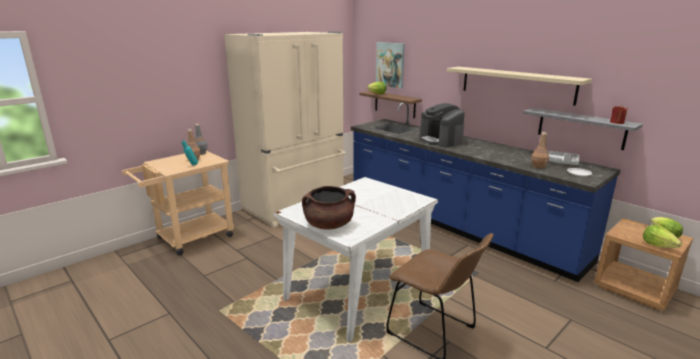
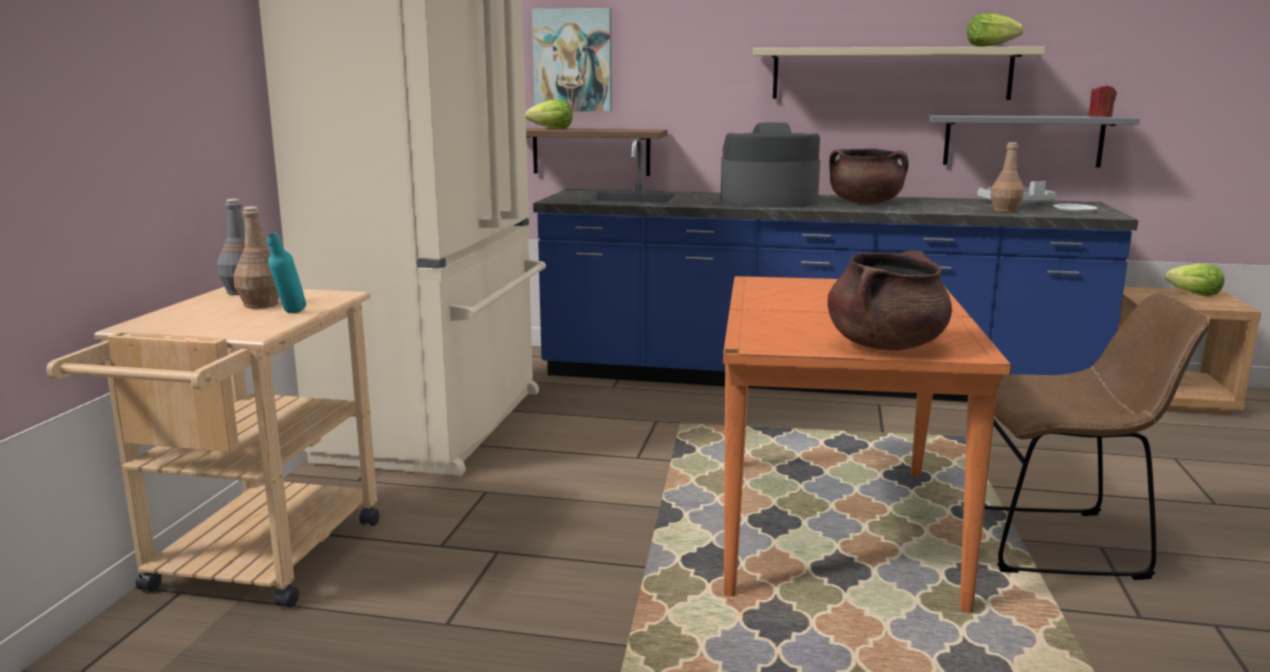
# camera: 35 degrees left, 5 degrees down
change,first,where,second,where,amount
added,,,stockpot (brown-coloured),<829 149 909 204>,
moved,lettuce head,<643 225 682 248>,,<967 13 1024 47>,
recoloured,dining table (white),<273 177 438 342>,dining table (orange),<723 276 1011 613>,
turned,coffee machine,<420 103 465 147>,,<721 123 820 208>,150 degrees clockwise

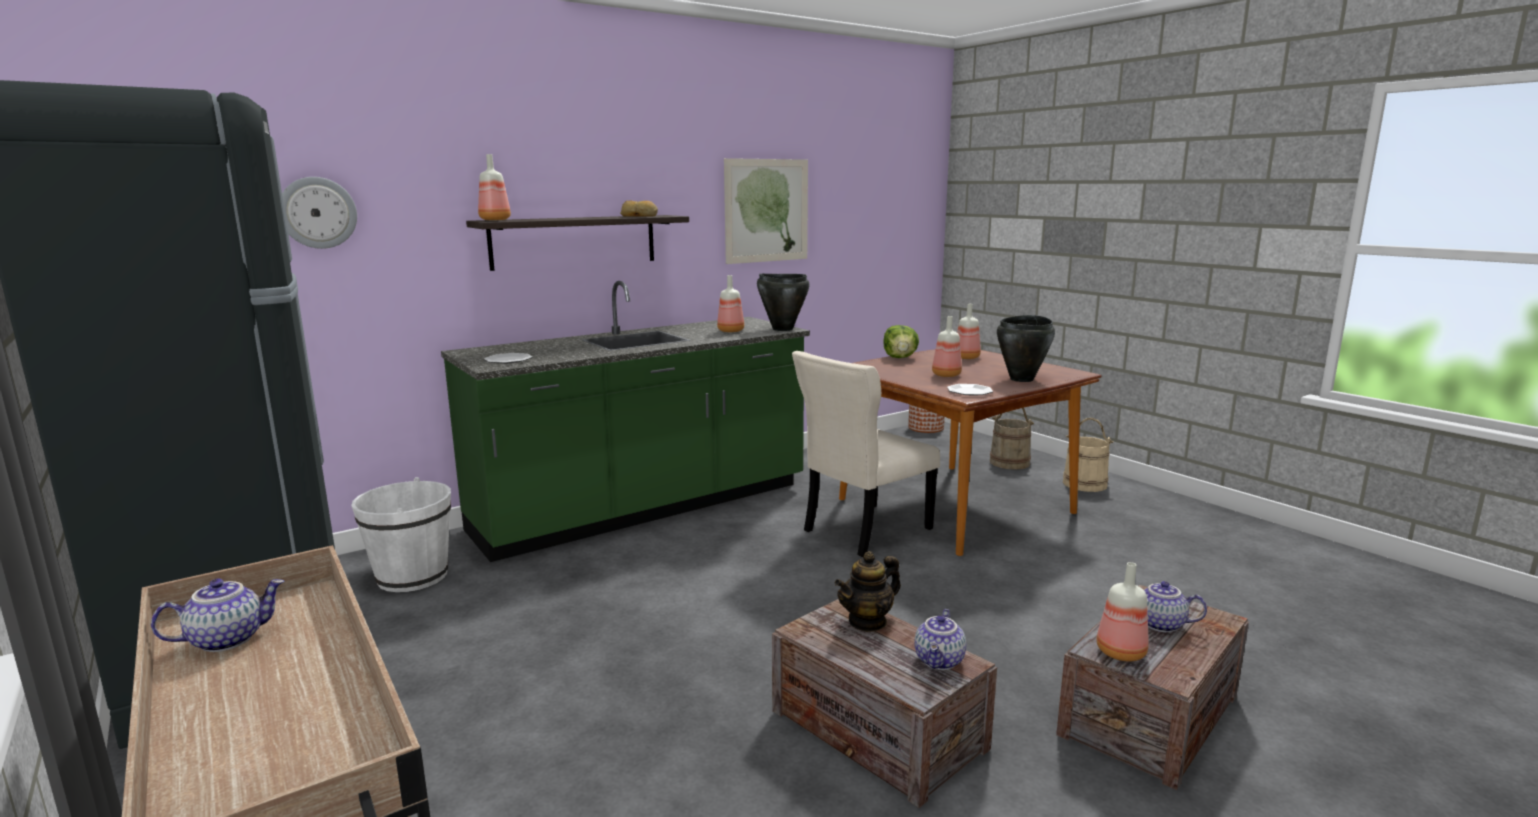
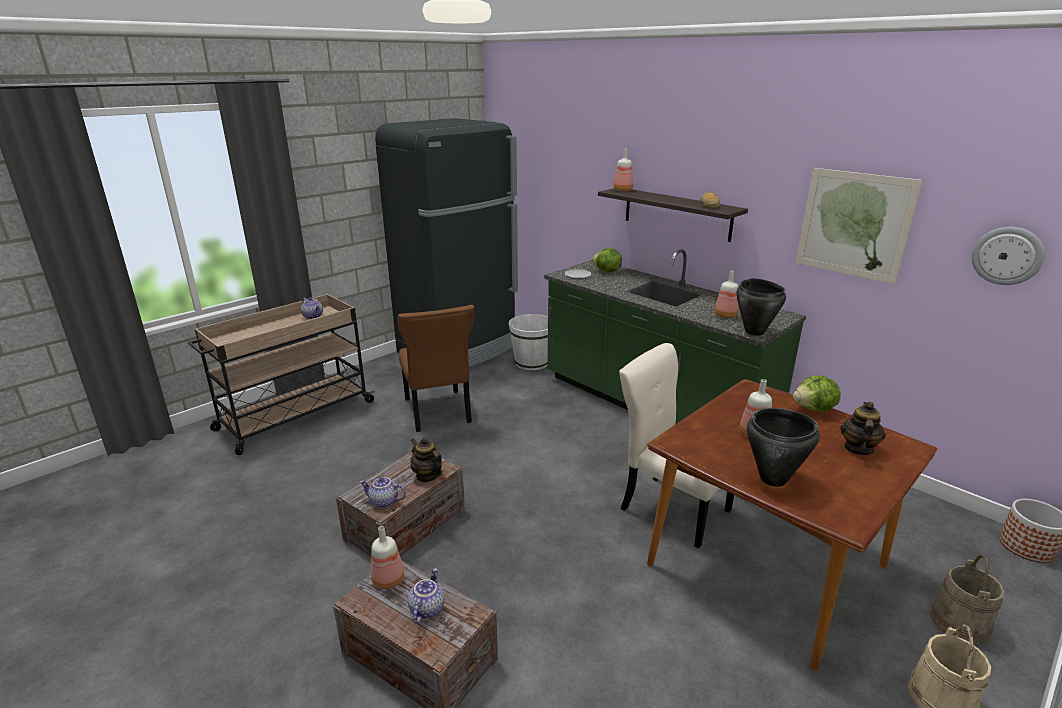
# camera: 80 degrees right, 10 degrees up
change,first,where,second,where,amount
removed,dinner plate,<947 384 993 395>,,,
added,,,chair (brown-coloured),<398 305 474 432>,
added,,,lettuce head,<592 248 622 273>,
moved,clock on the wall,<282 177 357 249>,,<972 227 1045 285>,
replaced,beverage bottle,<957 304 981 359>,pot for tea,<840 402 886 455>,

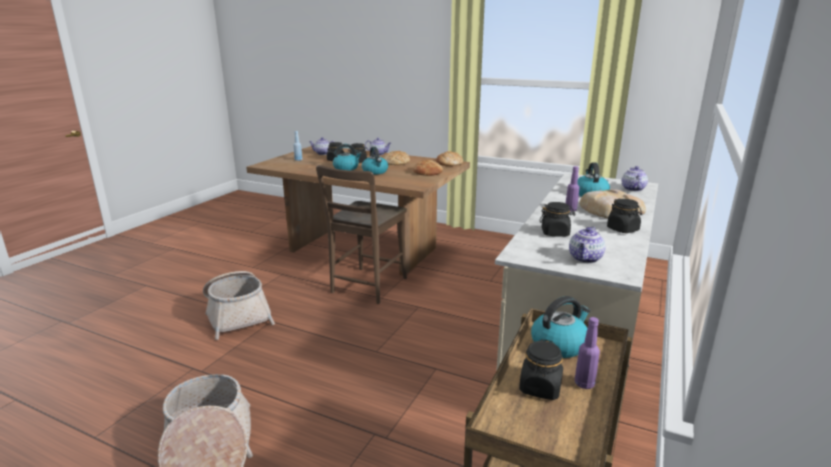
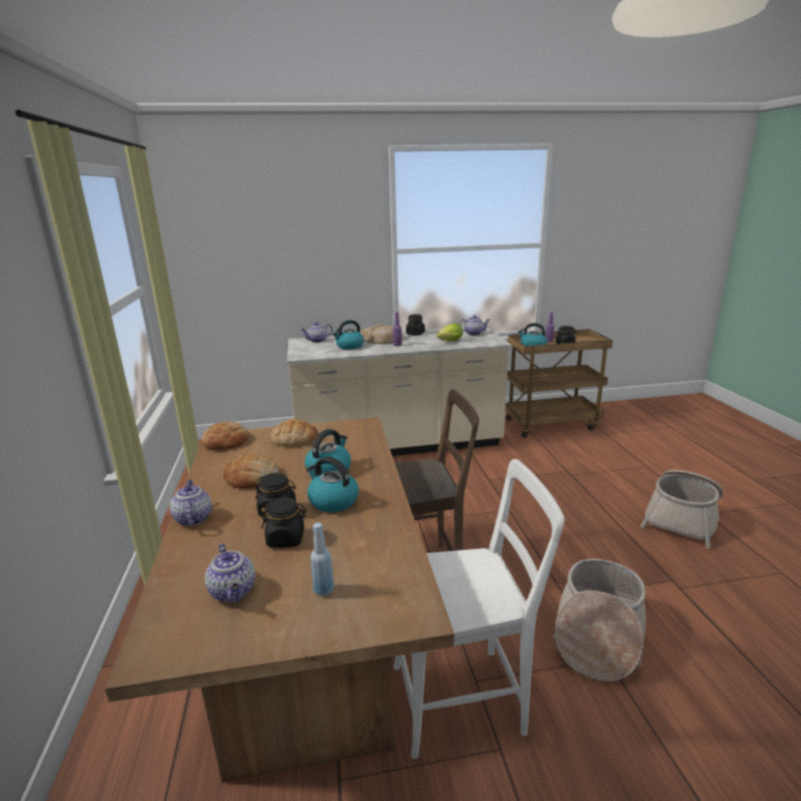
# camera: 125 degrees left, 0 degrees up
change,first,where,second,where,amount
added,,,chair (white),<394 459 565 759>,
replaced,jar (black-coloured),<539 202 575 237>,lettuce head,<437 323 463 341>,

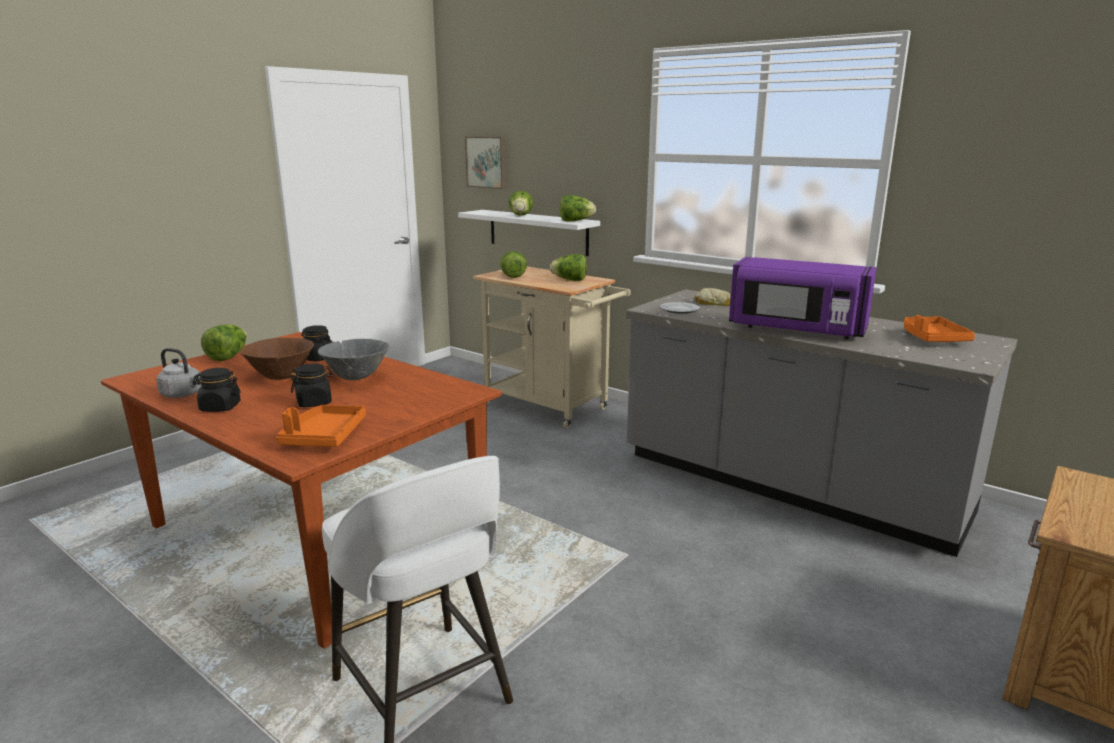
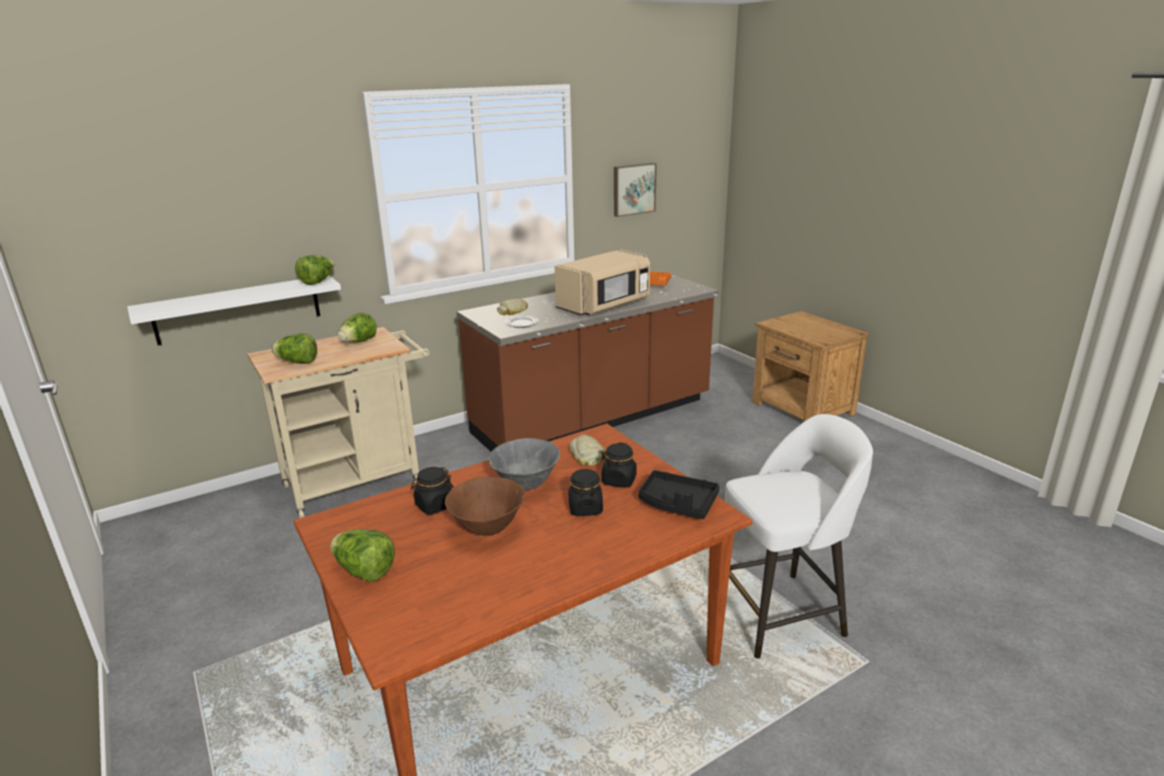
# camera: 70 degrees left, 5 degrees up
change,first,where,second,where,amount
removed,tea kettle (greyish),<157 348 201 398>,,,
removed,lettuce head,<509 191 533 216>,,,
added,,,bakery bread,<569 434 606 466>,
moved,jar (black-coloured),<193 368 241 412>,,<602 442 637 488>,
moved,picture,<465 137 506 189>,,<614 163 657 217>,
recoloured,carrying tray (orange),<277 405 366 447>,carrying tray (black-coloured),<638 470 720 519>,
recoloured,kitchen base unit (greyish),<626 289 1017 557>,kitchen base unit (brown-coloured),<457 271 719 452>,
recoloured,microwave (purplish),<729 257 876 339>,microwave (beige-coloured),<555 249 650 315>,

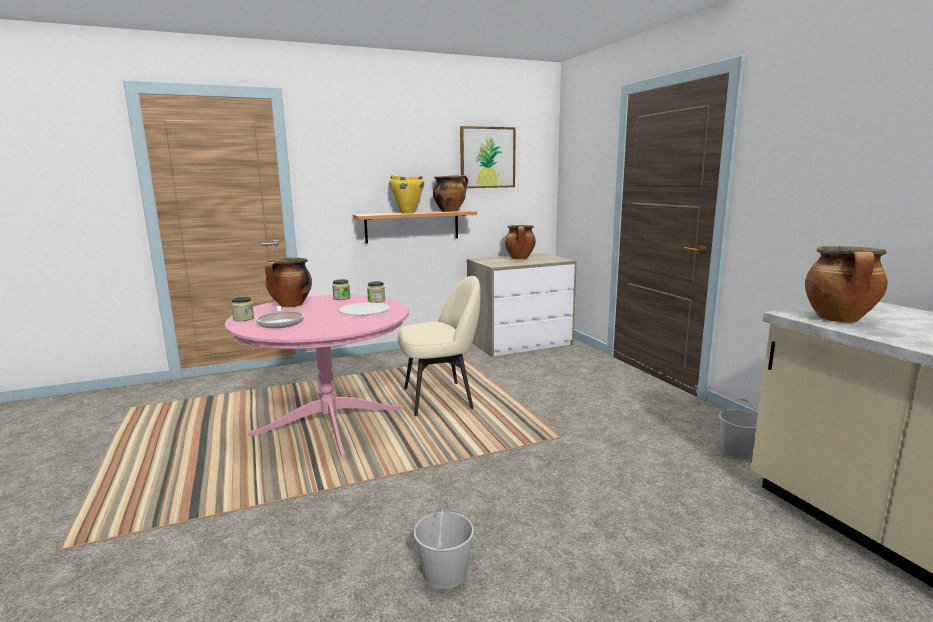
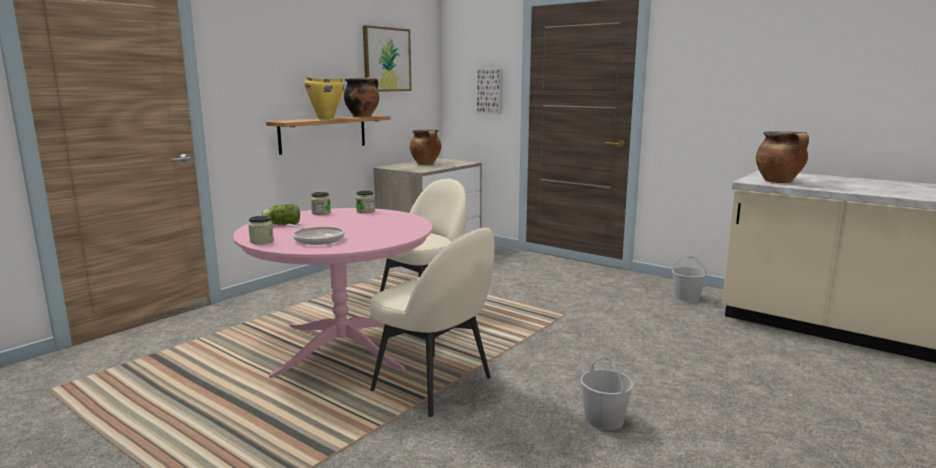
# camera: 30 degrees left, 0 degrees up
change,first,where,second,where,amount
removed,dinner plate (white),<339 302 390 316>,,,
added,,,chair (beige-coloured),<370 227 494 417>,
added,,,picture,<477 69 503 114>,
replaced,stockpot,<265 258 312 307>,lettuce head,<261 204 300 225>,

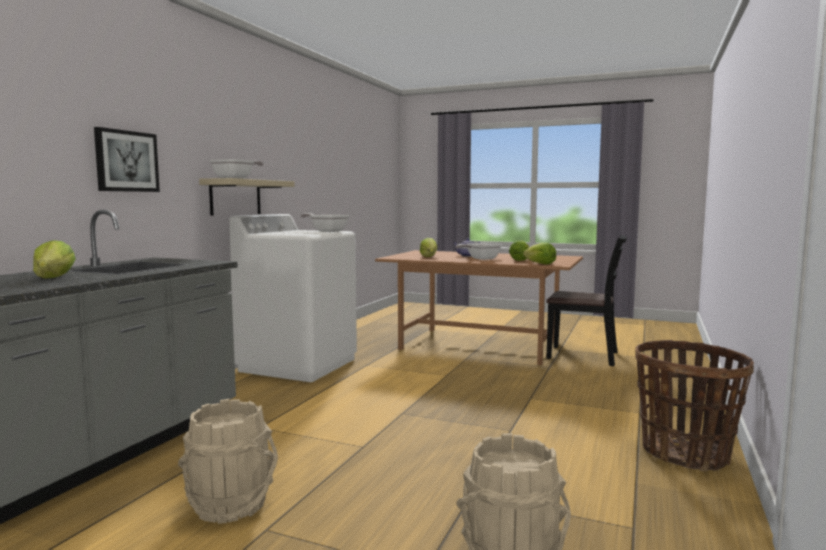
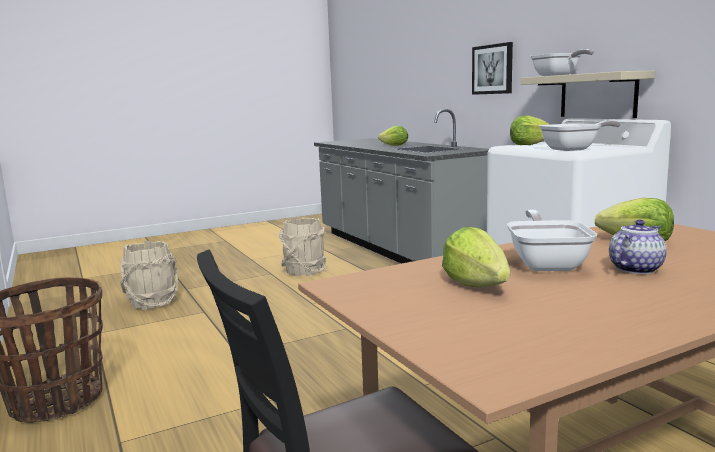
# camera: 130 degrees right, 5 degrees up
change,first,where,second,where,amount
moved,lettuce head,<523 243 556 265>,,<510 116 550 145>,

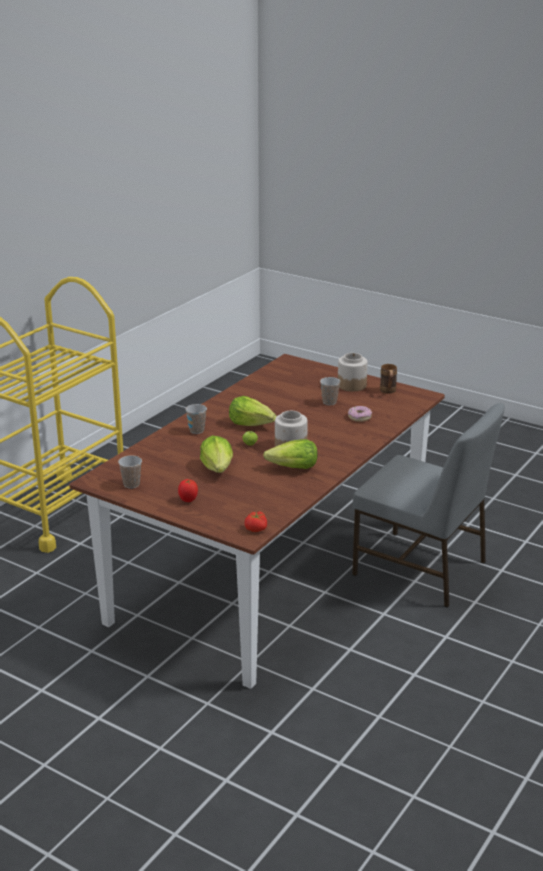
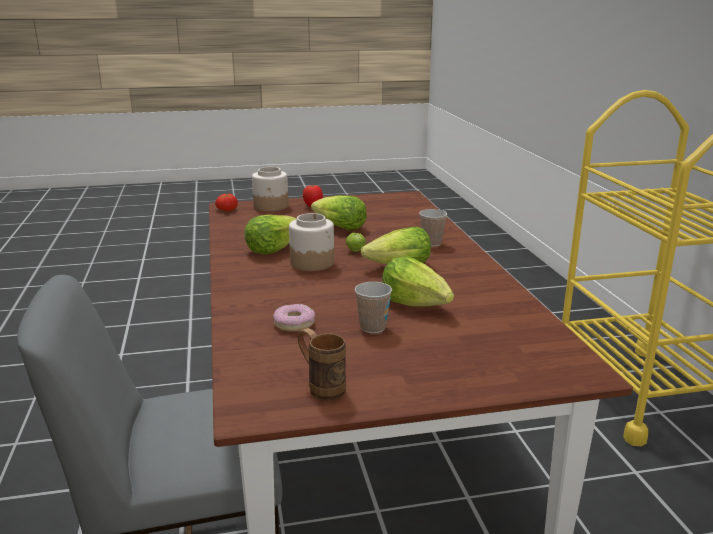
# camera: 135 degrees right, 5 degrees down
change,first,where,second,where,amount
removed,small cup,<118 455 142 488>,,,
added,,,lettuce head,<382 257 454 307>,
moved,jar,<338 353 368 391>,,<252 167 288 211>,

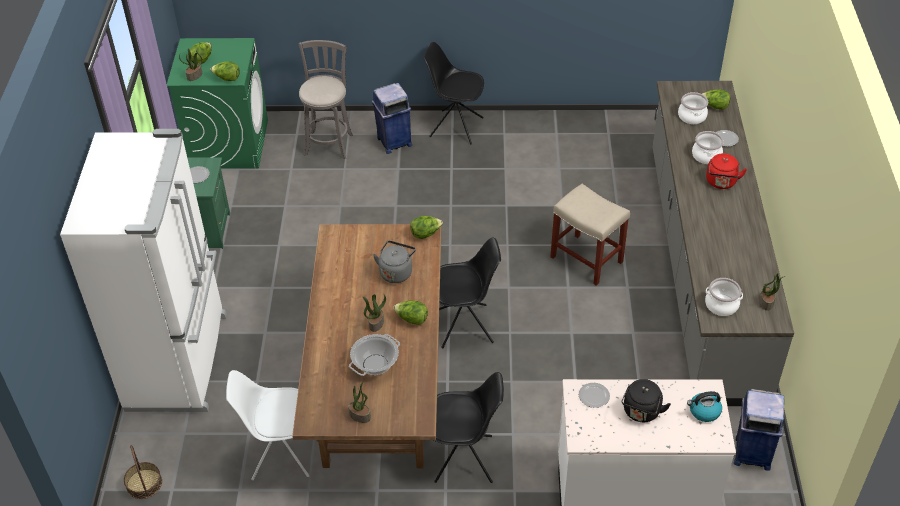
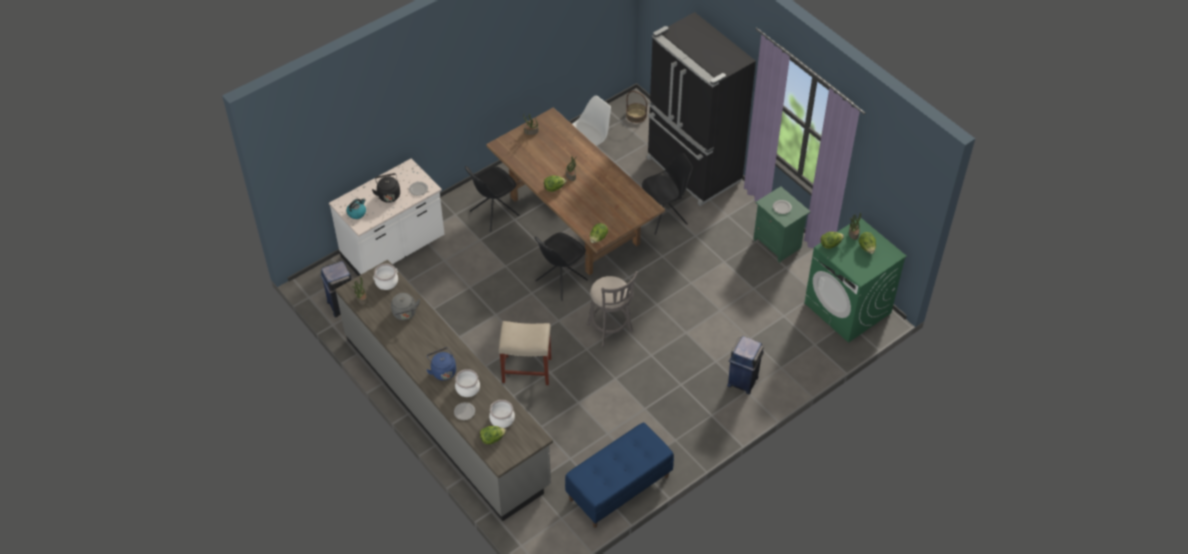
# camera: 140 degrees right, 5 degrees up
change,first,where,second,where,amount
removed,stockpot,<349 334 400 376>,,,
added,,,indoor bench (blue),<565 422 674 528>,
moved,stool seat (greyish),<299 40 353 159>,,<586 271 638 347>,
moved,tea kettle (greyish),<373 241 416 283>,,<391 293 420 320>,
moved,chair (black-coloured),<423 42 484 145>,,<642 153 693 235>,
recoloured,fridge (white),<60 129 227 412>,fridge (black-coloured),<647 12 756 206>,
recoloured,tea kettle (reddish),<706 154 747 189>,tea kettle (blue),<427 347 456 380>,

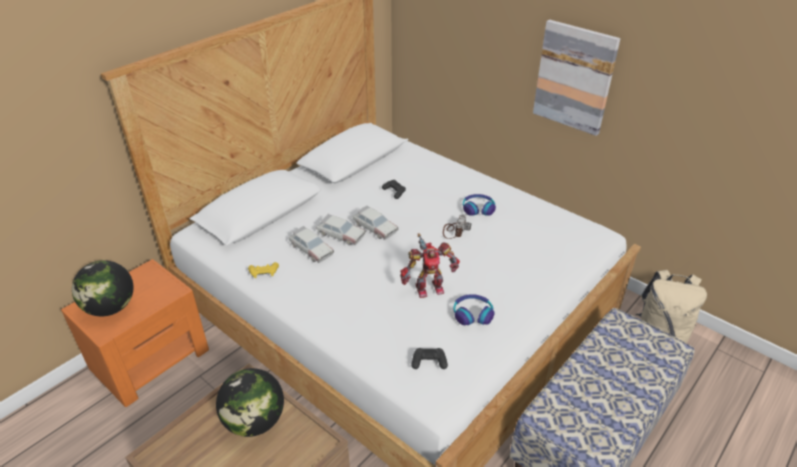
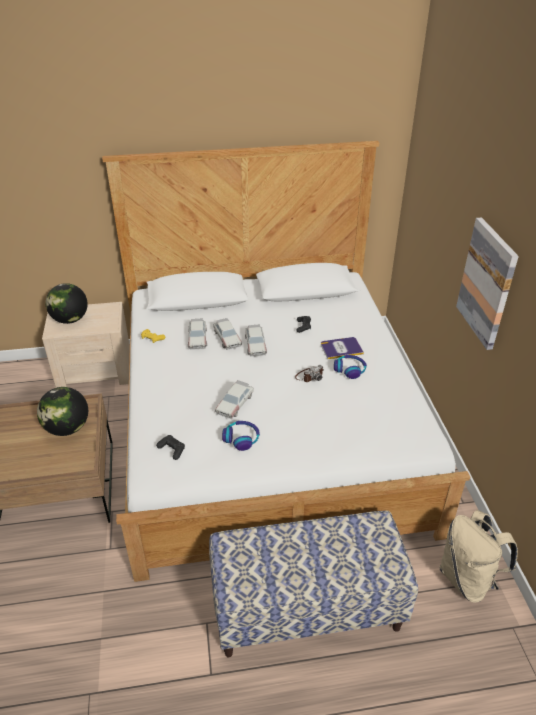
# camera: 40 degrees right, 0 degrees up
change,first,where,second,where,amount
added,,,bound book,<321 337 364 359>,
replaced,robot figure,<400 233 460 298>,toy car,<215 380 254 419>,
recoloured,nightstand (orange),<61 259 209 407>,nightstand (beige-coloured),<42 302 130 388>,

